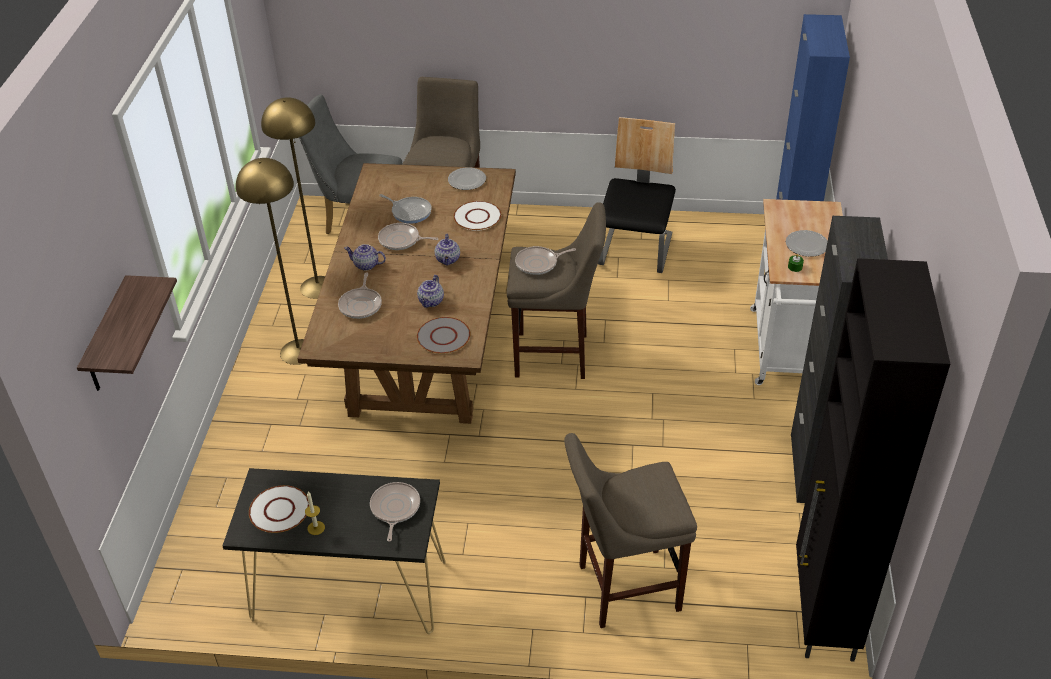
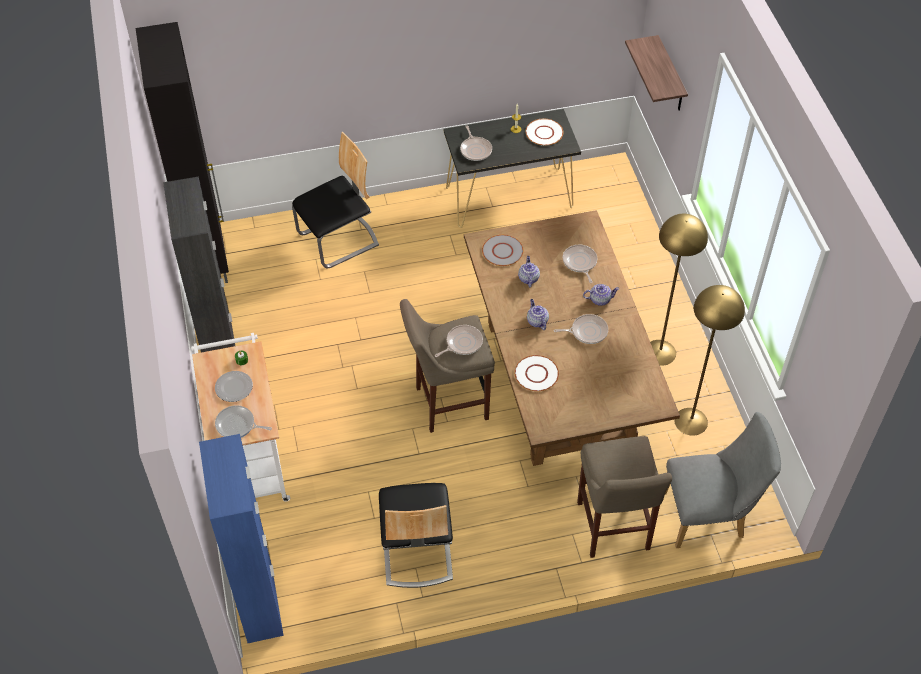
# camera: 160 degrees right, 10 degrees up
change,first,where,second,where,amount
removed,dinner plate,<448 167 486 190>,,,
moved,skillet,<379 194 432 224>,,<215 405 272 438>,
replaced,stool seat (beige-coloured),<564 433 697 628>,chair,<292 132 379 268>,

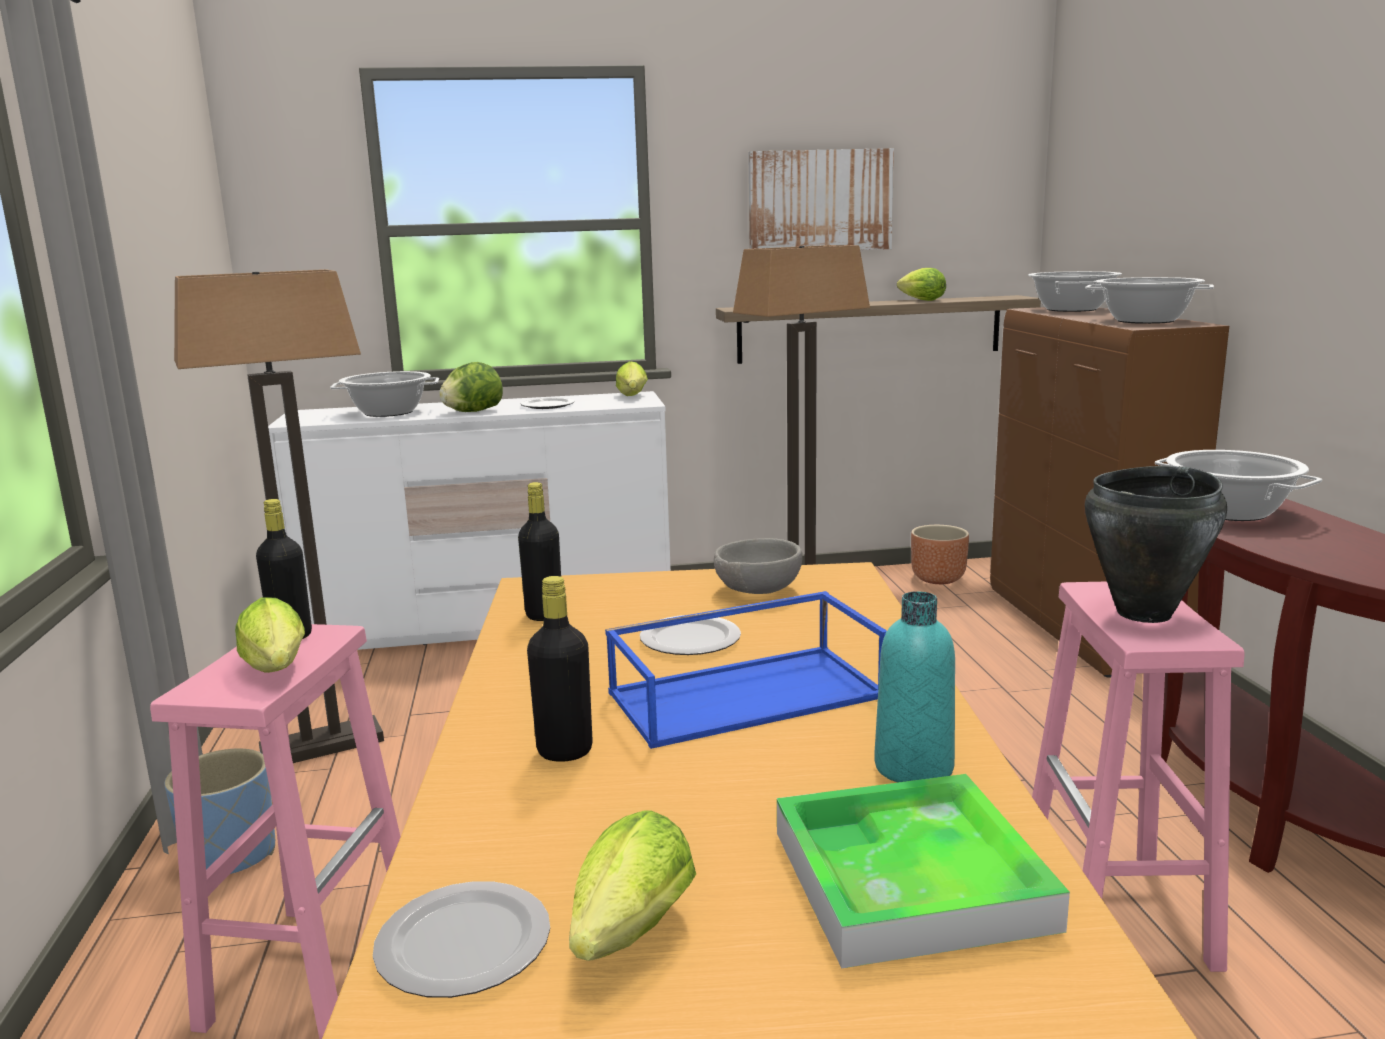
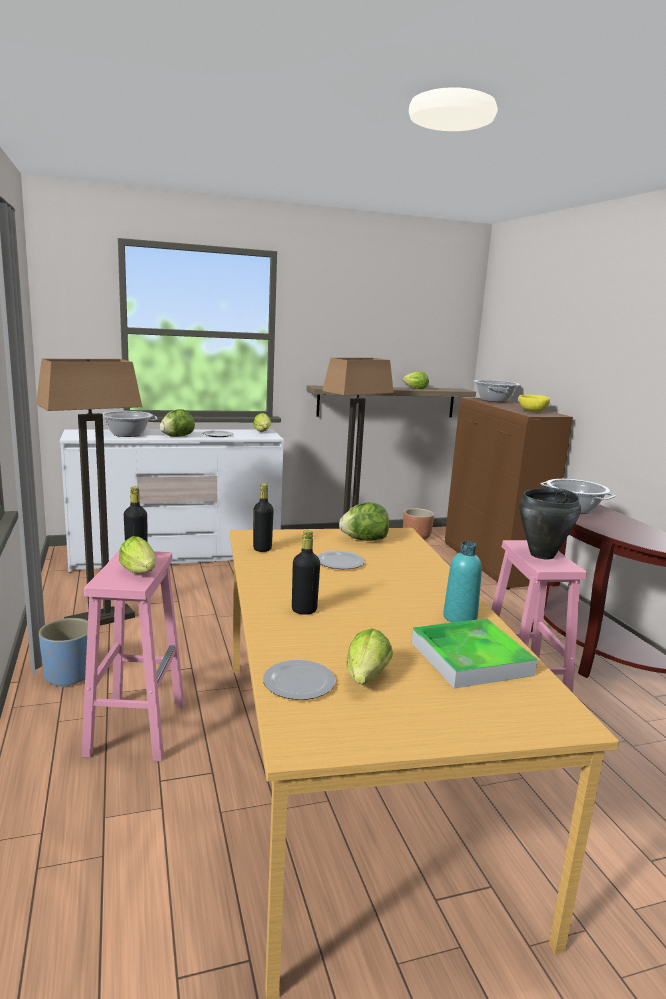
# camera: 10 degrees left, 0 degrees up
change,first,where,second,where,amount
removed,carrying tray (blue),<605 591 887 749>,,,
removed,picture,<748 148 894 250>,,,
replaced,serving bowl (greyish),<714 538 803 594>,lettuce head,<339 502 389 541>,
replaced,stockpot,<1085 277 1214 324>,serving bowl (yellow),<519 395 550 412>,

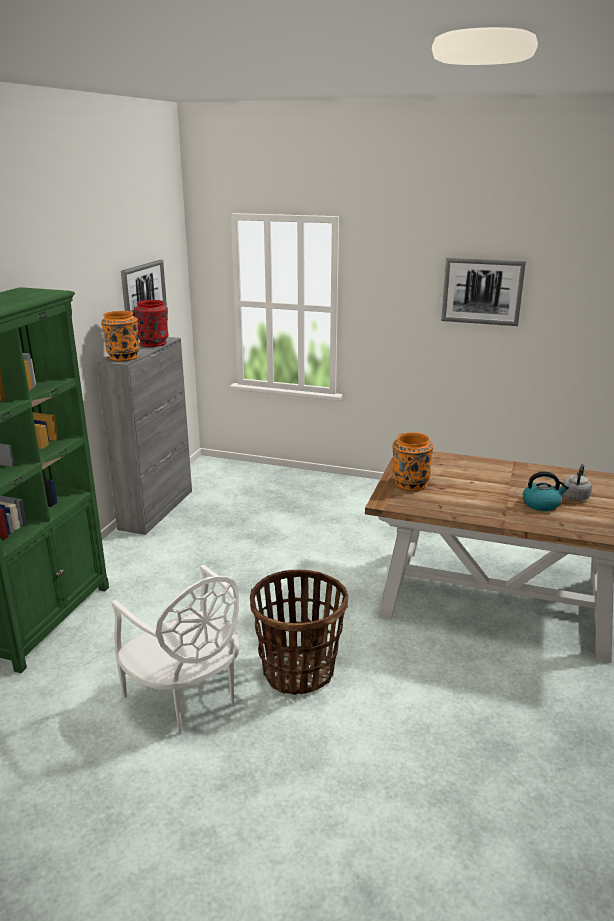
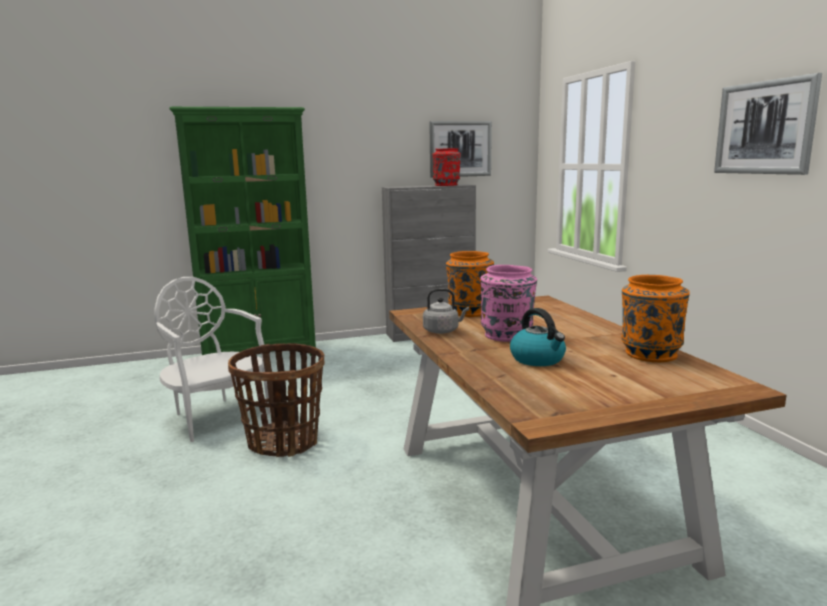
# camera: 55 degrees right, 10 degrees down
change,first,where,second,where,amount
added,,,decorative vase (pink-coloured),<480 265 537 342>,
moved,decorative vase (orange),<101 311 140 361>,,<621 275 690 362>,
moved,tea kettle (greyish),<563 464 592 501>,,<423 288 469 334>,
turned,chair (white),<111 565 240 734>,,<154 277 271 442>,120 degrees clockwise

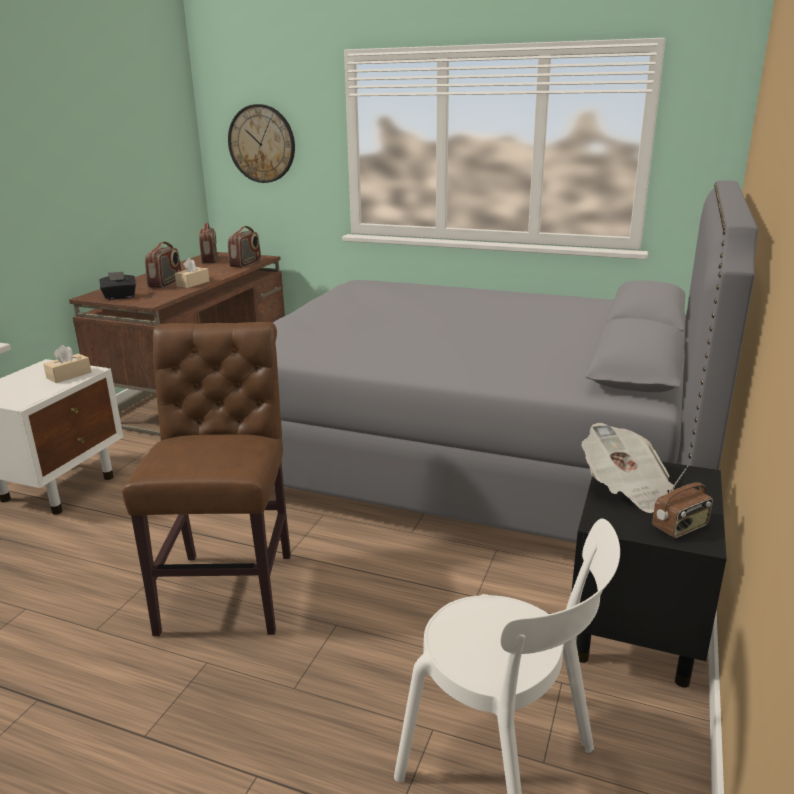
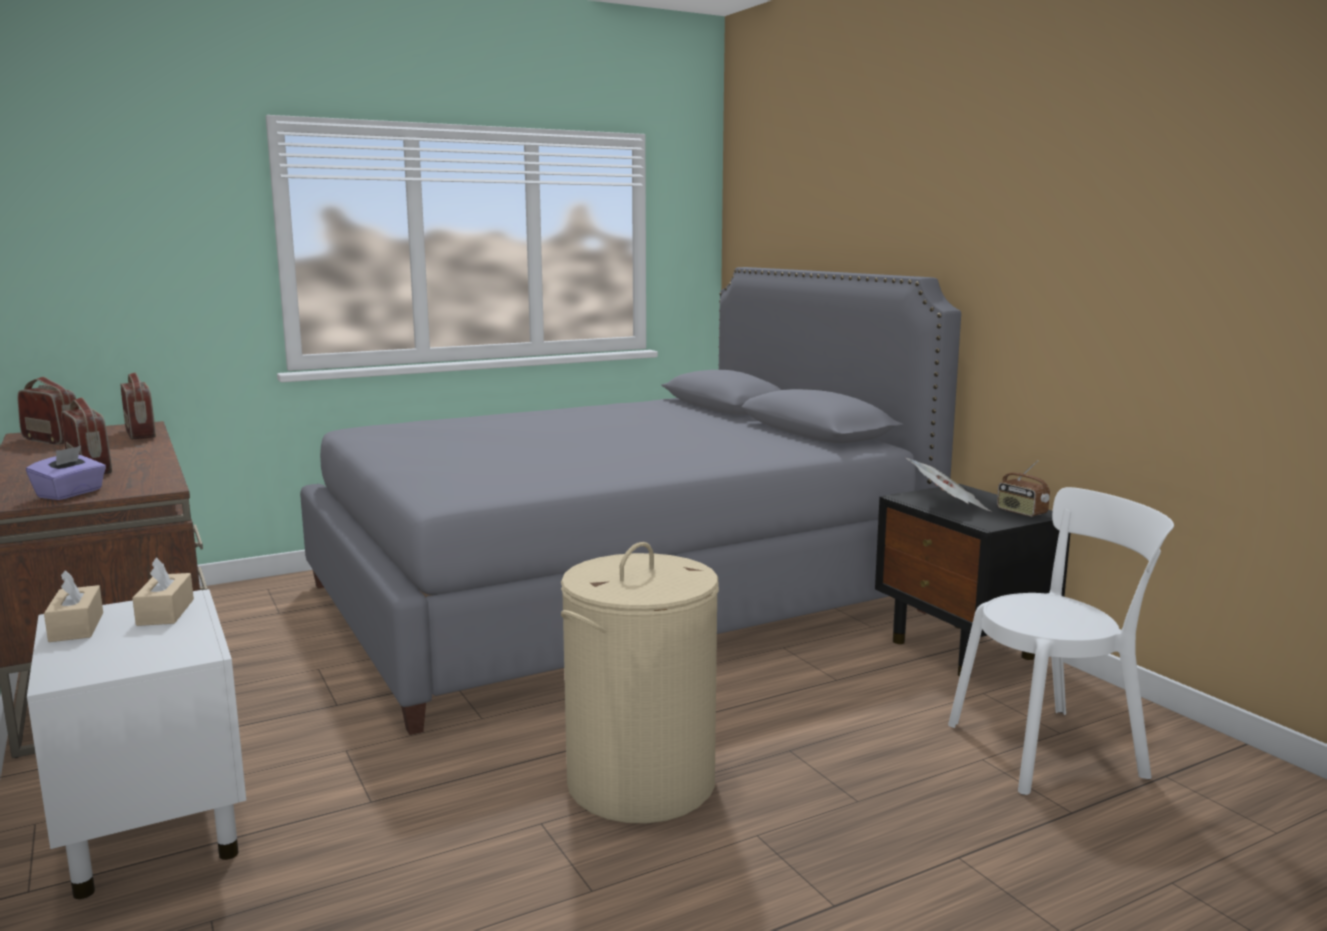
# camera: 50 degrees left, 10 degrees down
change,first,where,second,where,amount
removed,clock on the wall,<228 104 295 183>,,,
moved,tissue box (beige-coloured),<175 258 209 288>,,<44 570 103 642>,
replaced,chair (brown-coloured),<122 322 291 636>,laundry basket (beige-coloured),<561 542 719 824>,
recoloured,tissue box (black-coloured),<99 272 136 300>,tissue box (purplish),<26 446 106 500>,
turned,radio receiver,<652 465 713 538>,,<997 460 1050 517>,135 degrees clockwise

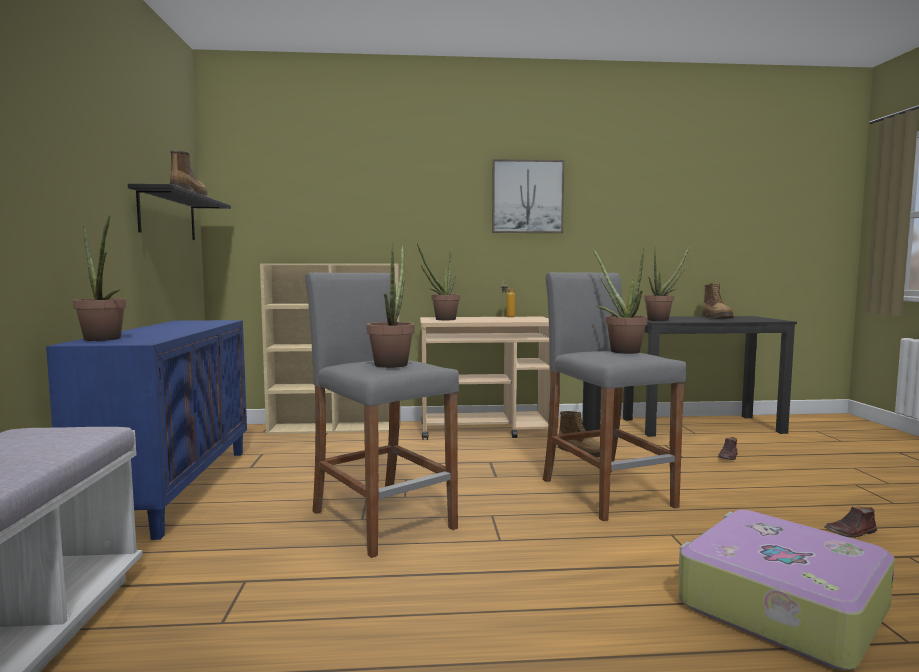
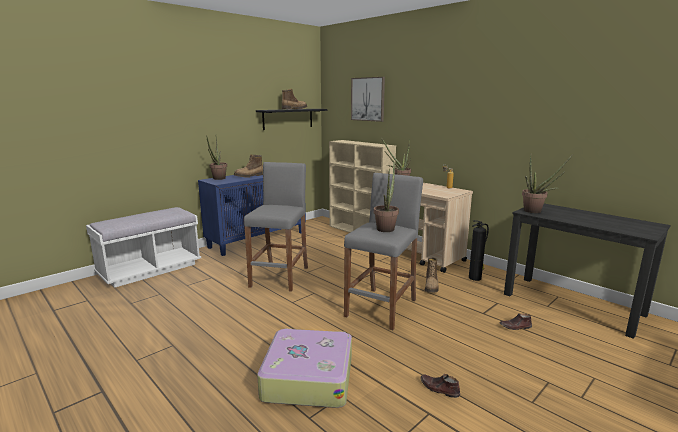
# camera: 50 degrees right, 10 degrees up
change,first,where,second,where,amount
removed,plant in a pot,<367 243 414 368>,,,
moved,picture,<492 159 565 233>,,<351 77 385 122>,
moved,tall boot,<702 283 733 319>,,<234 155 263 177>,

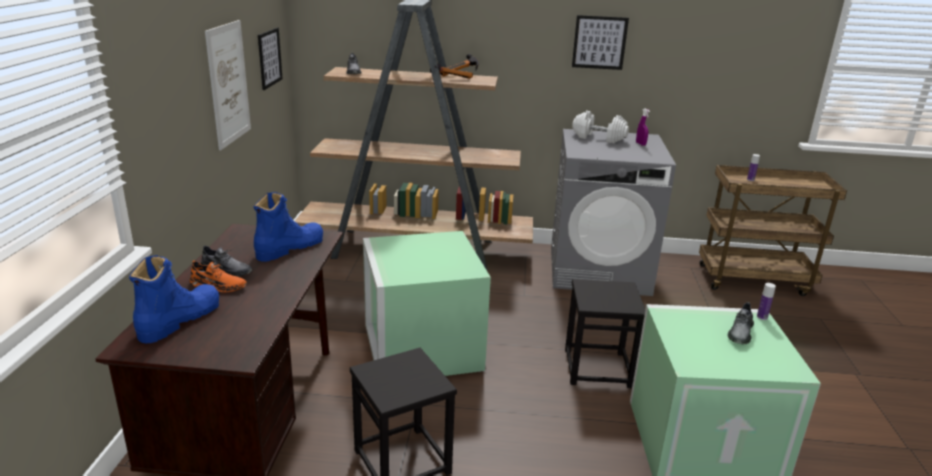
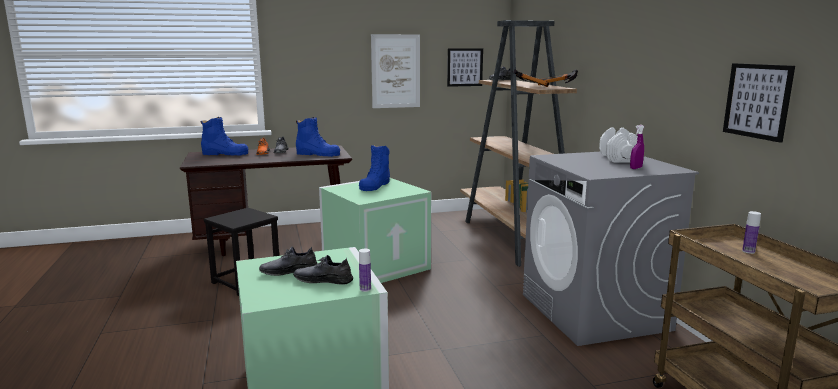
# camera: 70 degrees right, 10 degrees down
change,first,where,second,where,amount
removed,stool seat (black-coloured),<565 279 645 388>,,,
added,,,low shoe (greyish),<259 246 318 276>,
added,,,tall boot (blue),<359 145 390 191>,
moved,picture,<572 15 629 70>,,<723 63 795 143>,

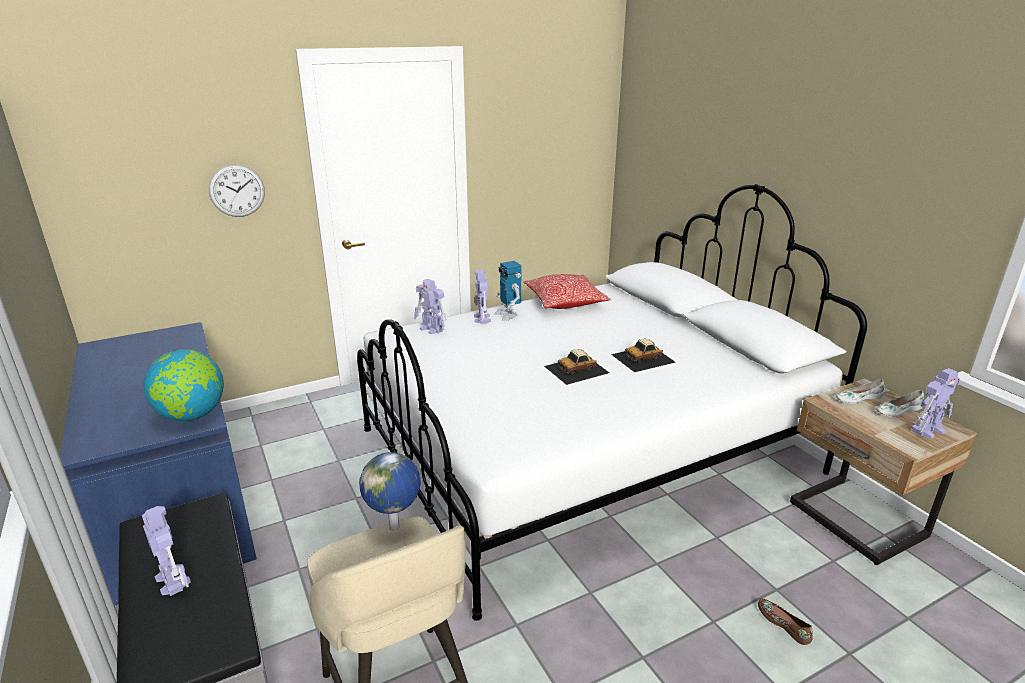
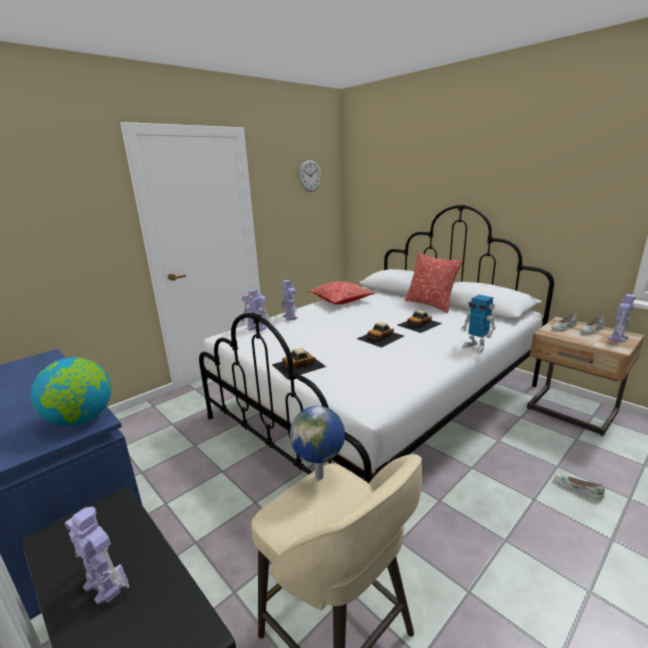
# camera: 15 degrees left, 5 degrees down
change,first,where,second,where,amount
added,,,toy car,<272 348 326 379>,
added,,,throw pillow,<405 253 463 313>,
moved,clock on the wall,<208 164 265 217>,,<299 160 321 192>,
moved,robot figure,<494 261 522 321>,,<461 295 496 353>,
recoloured,low shoe (brown-coloured),<758 598 813 645>,low shoe (white),<554 474 605 500>,

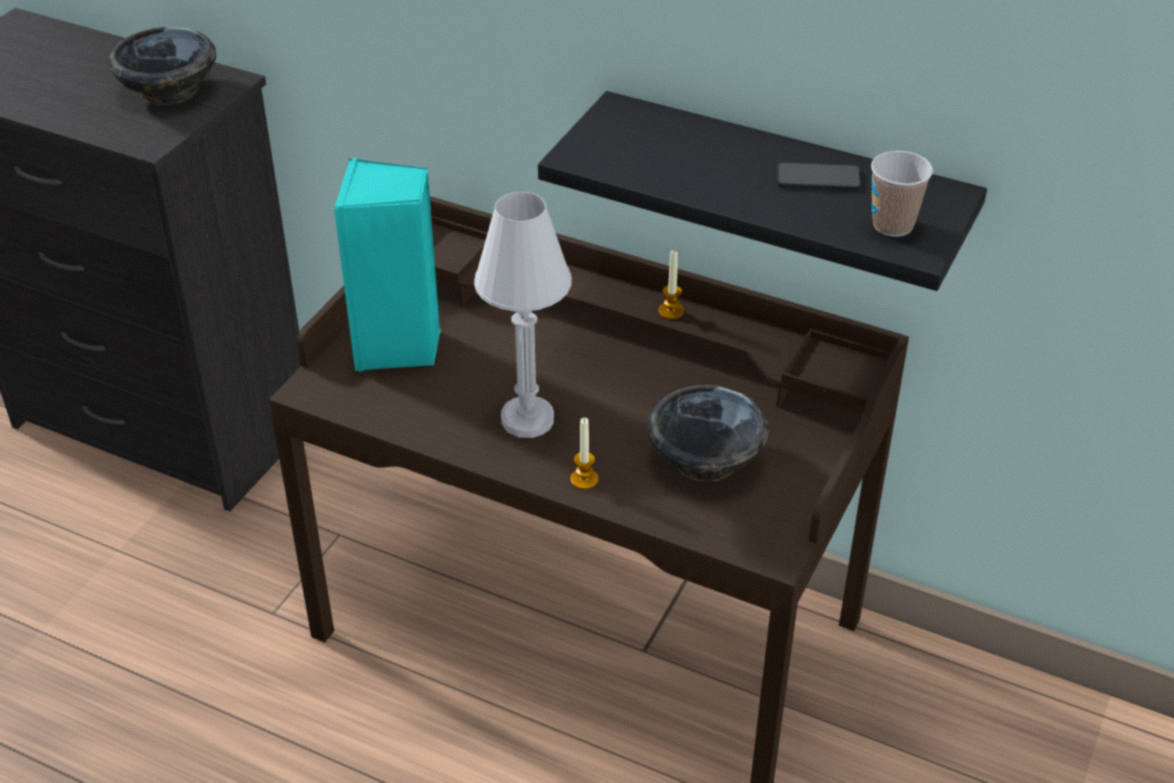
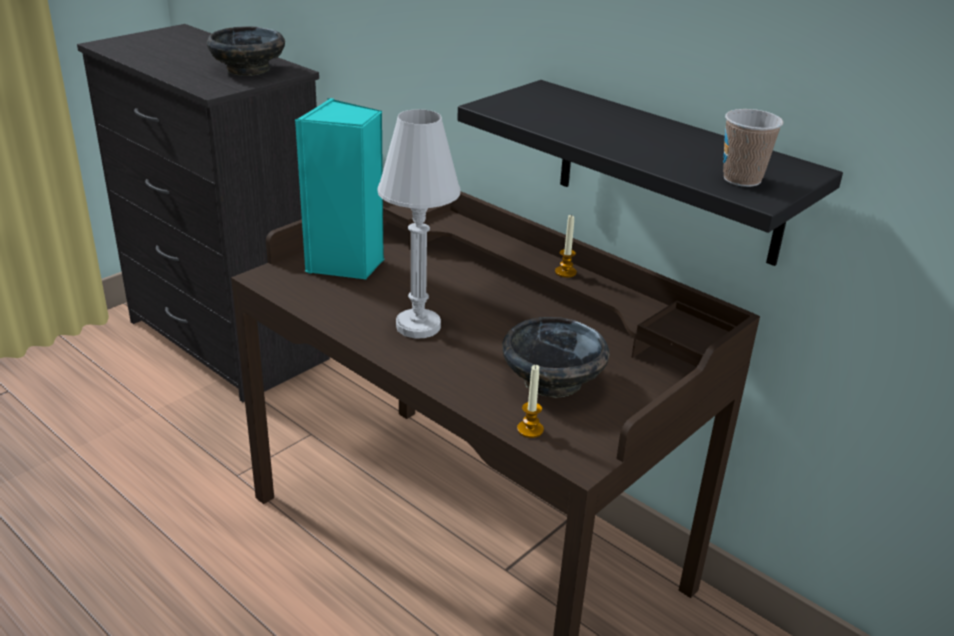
# camera: 15 degrees right, 10 degrees down
change,first,where,second,where,amount
removed,telephone,<777 162 861 190>,,,
moved,wax candle,<571 417 599 490>,,<517 365 544 438>,

